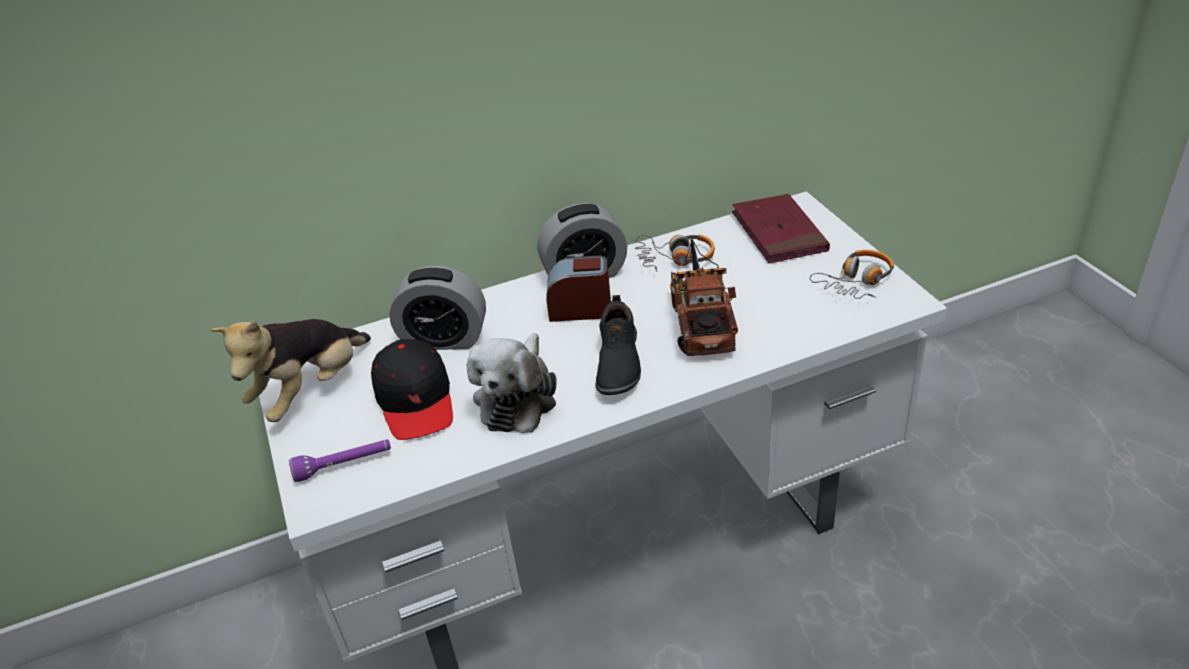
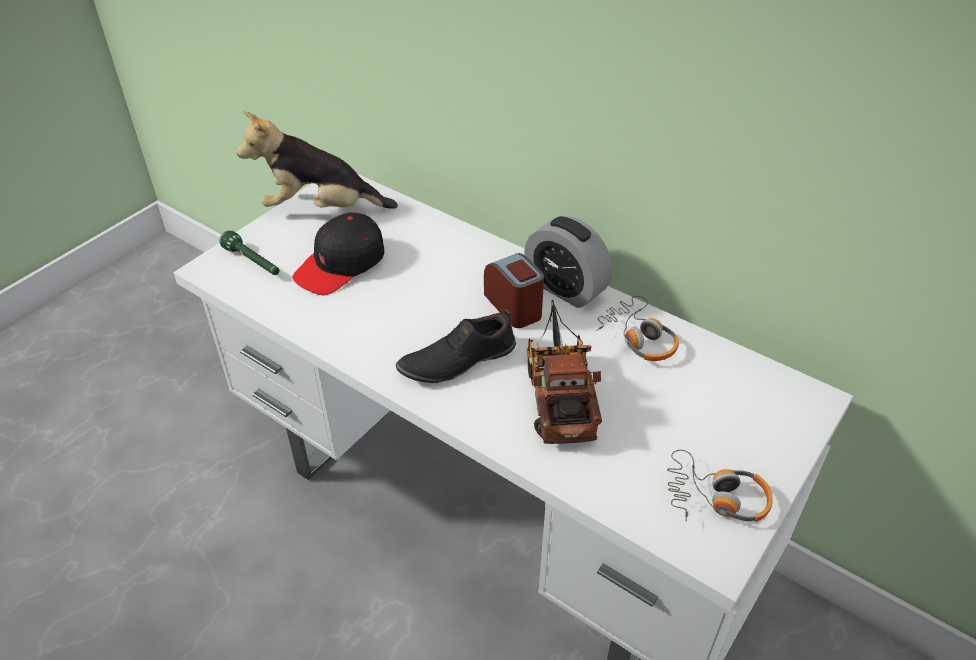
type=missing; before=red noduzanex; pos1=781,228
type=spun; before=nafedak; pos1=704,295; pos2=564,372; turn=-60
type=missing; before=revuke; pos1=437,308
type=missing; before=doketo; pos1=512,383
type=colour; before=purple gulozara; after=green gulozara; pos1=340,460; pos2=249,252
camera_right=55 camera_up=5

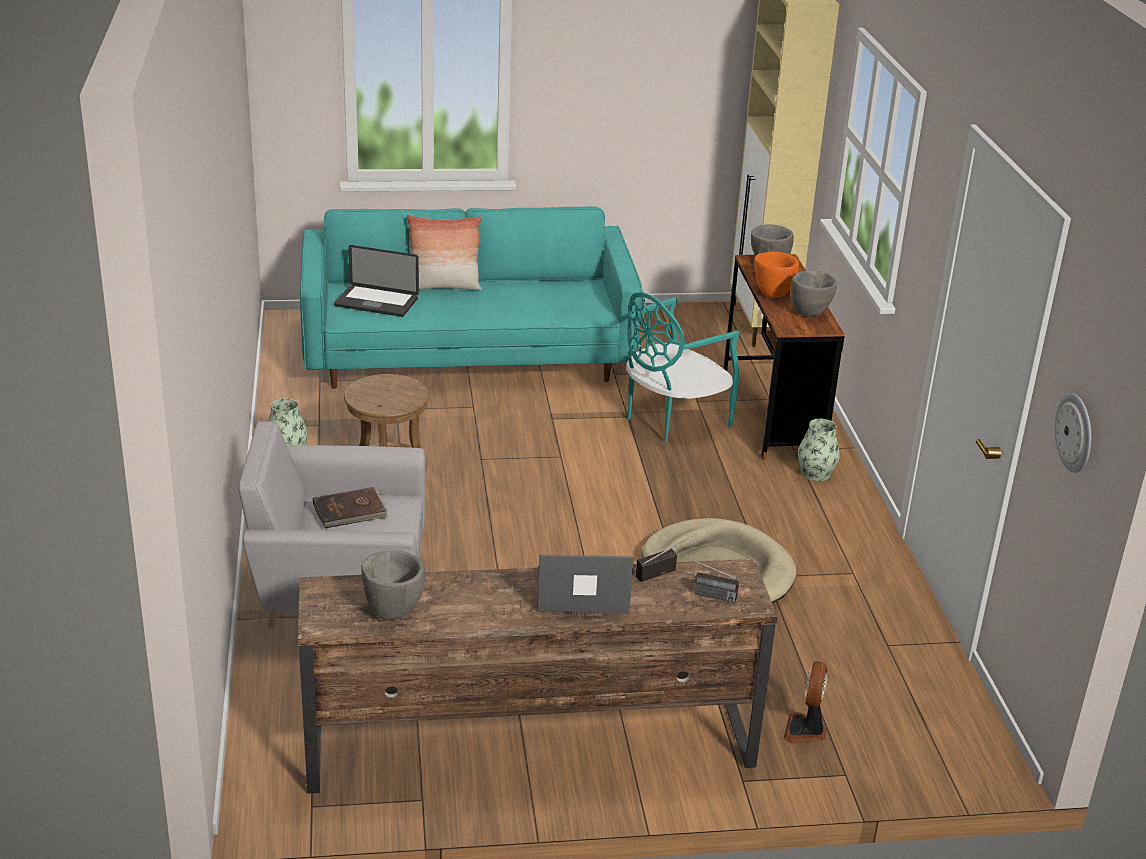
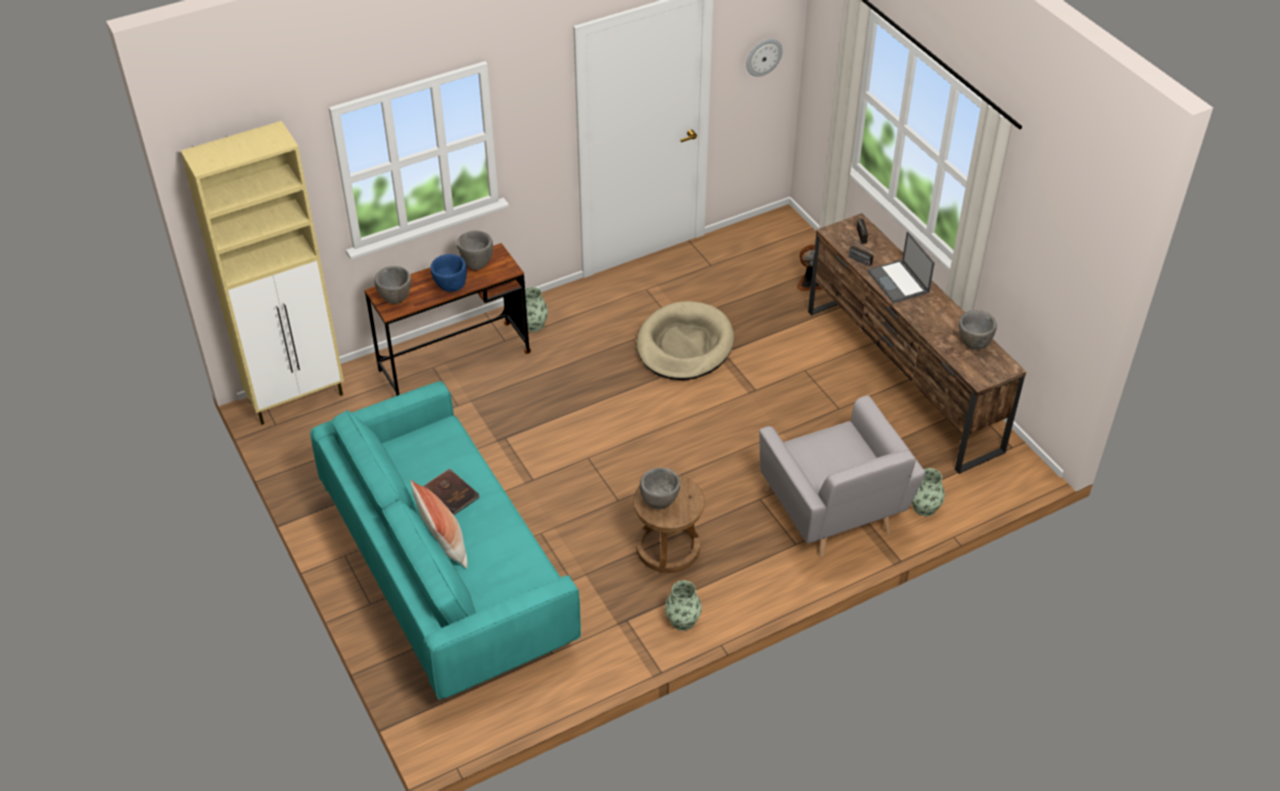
type=missing; before=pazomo; pos1=376,281
type=colour; before=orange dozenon; after=blue dozenon; pos1=776,275; pos2=448,273
type=missing; before=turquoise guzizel; pos1=682,367
type=relocated; before=brown noduzanex; pos1=350,507; pos2=451,491
type=appeared; after=grey dozenon; pos2=660,488
type=appeared; after=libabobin; pos2=928,492
camera_right=-110 camera_up=15

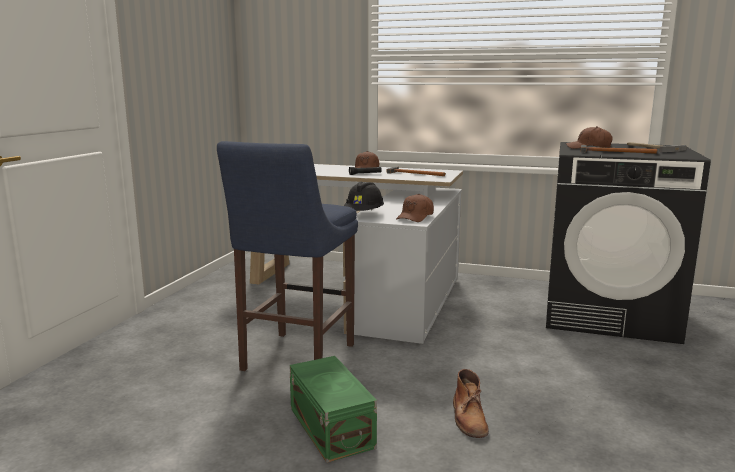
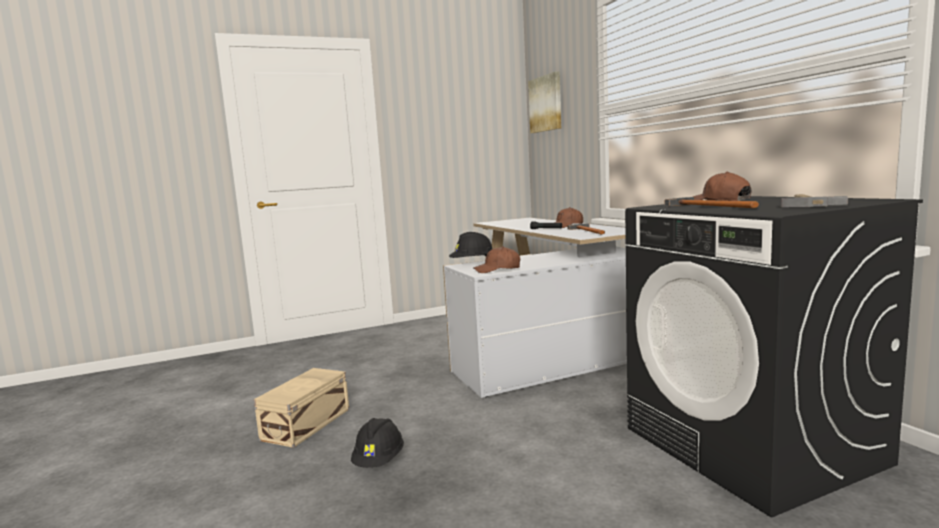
type=missing; before=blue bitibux; pos1=287,256
type=colour; before=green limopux; after=beige limopux; pos1=333,409; pos2=301,408
type=exchanged; before=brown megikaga; after=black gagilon; pos1=471,403; pos2=377,443
type=appeared; after=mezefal; pos2=544,102
camera_right=50 camera_up=-5

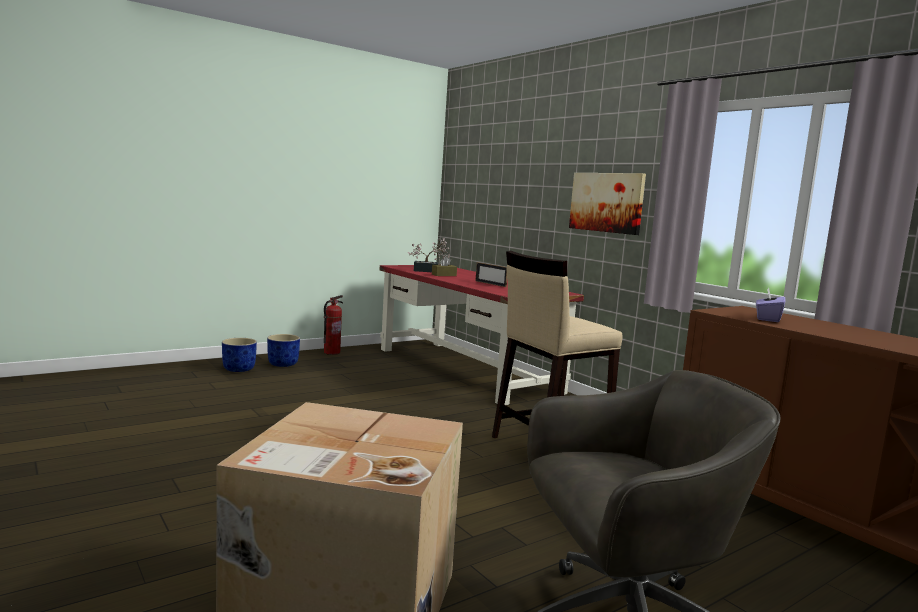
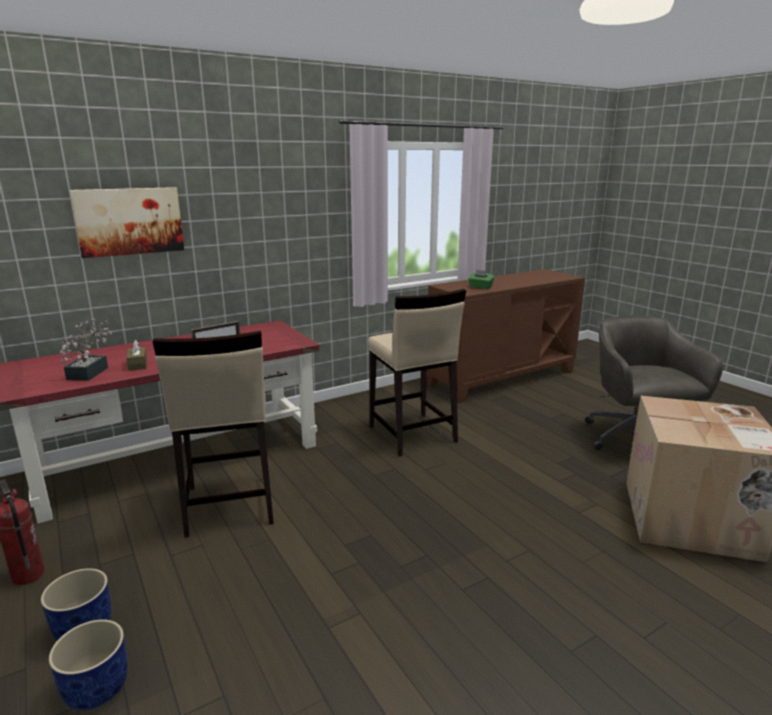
type=relocated; before=mezefal; pos1=607,204; pos2=126,222
type=colour; before=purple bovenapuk; after=green bovenapuk; pos1=771,305; pos2=481,279
type=appeared; after=beige bitibux; pos2=213,434
camera_right=-85 camera_up=10

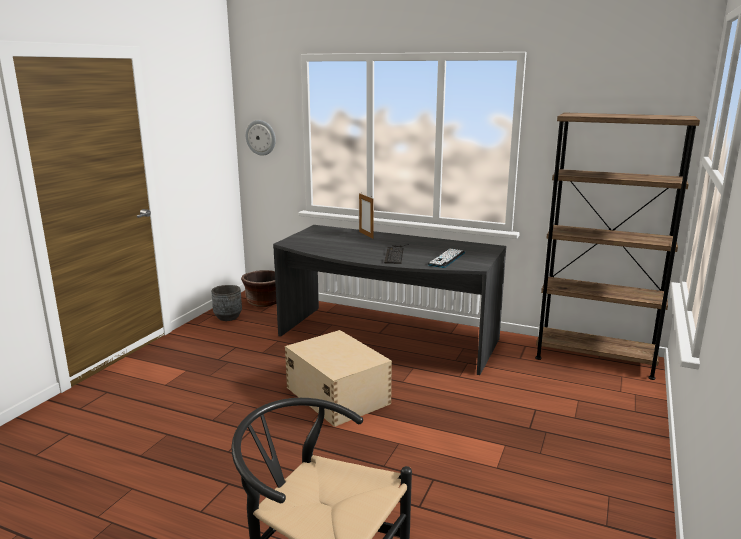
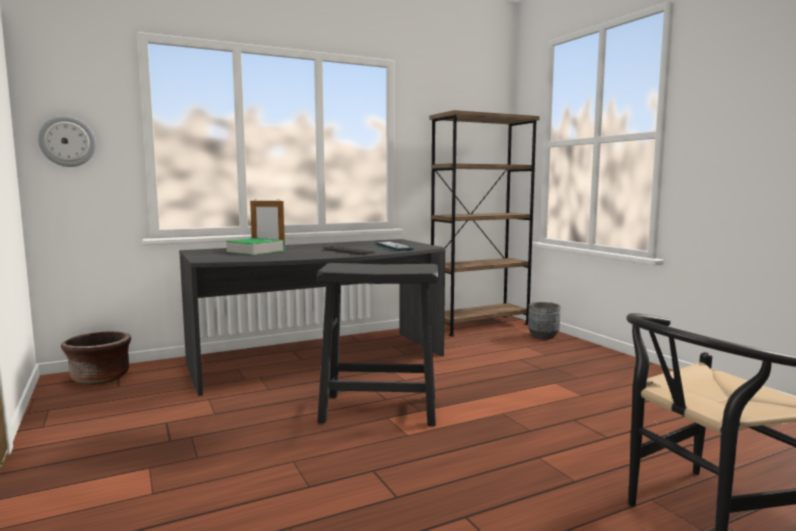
type=relocated; before=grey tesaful; pos1=226,303; pos2=544,320
type=exchanged; before=beige limopux; after=black bitibux; pos1=338,378; pos2=377,344
type=appeared; after=noduzanex; pos2=255,246
camera_right=-50 camera_up=-10

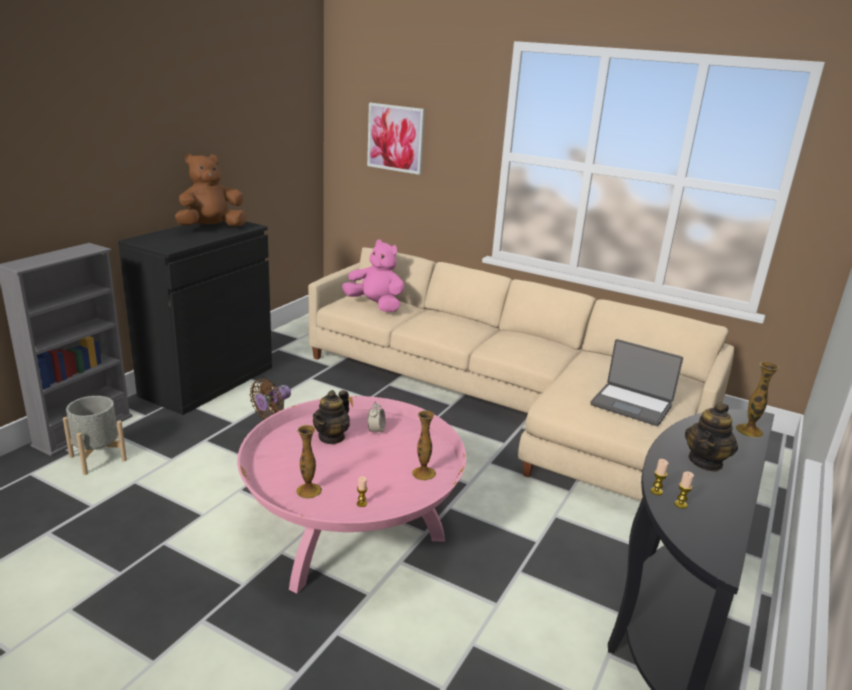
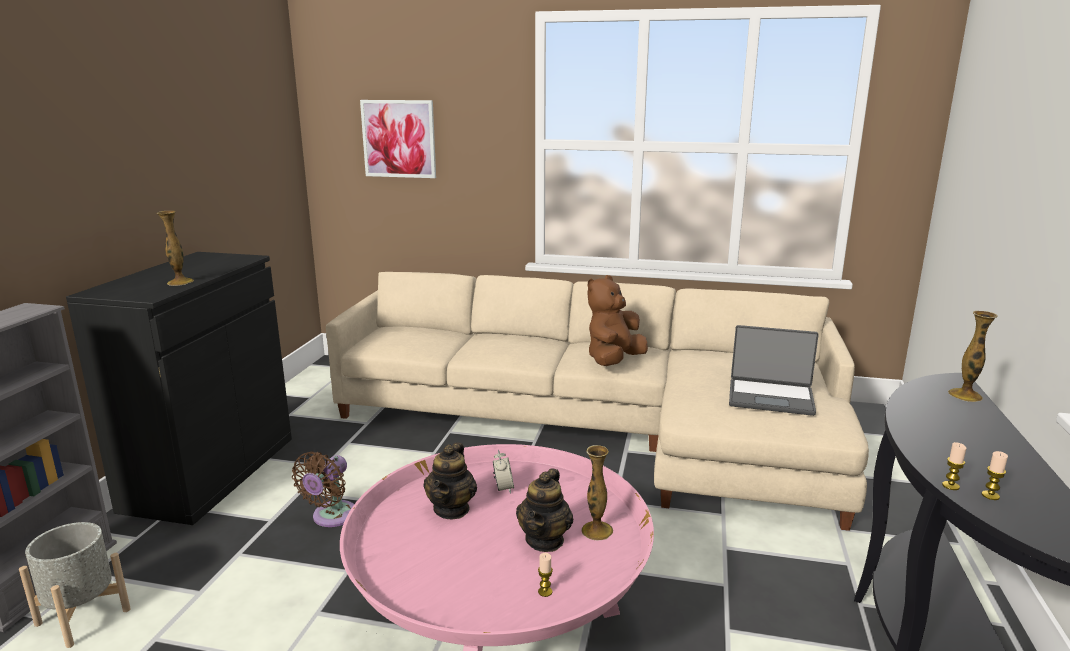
type=relocated; before=brown doketo; pos1=211,190; pos2=617,320
type=missing; before=pink doketo; pos1=373,276
type=relocated; before=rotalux; pos1=711,437; pos2=544,510
type=relocated; before=libabobin; pos1=309,462; pos2=175,248
camera_right=-15 camera_up=-5

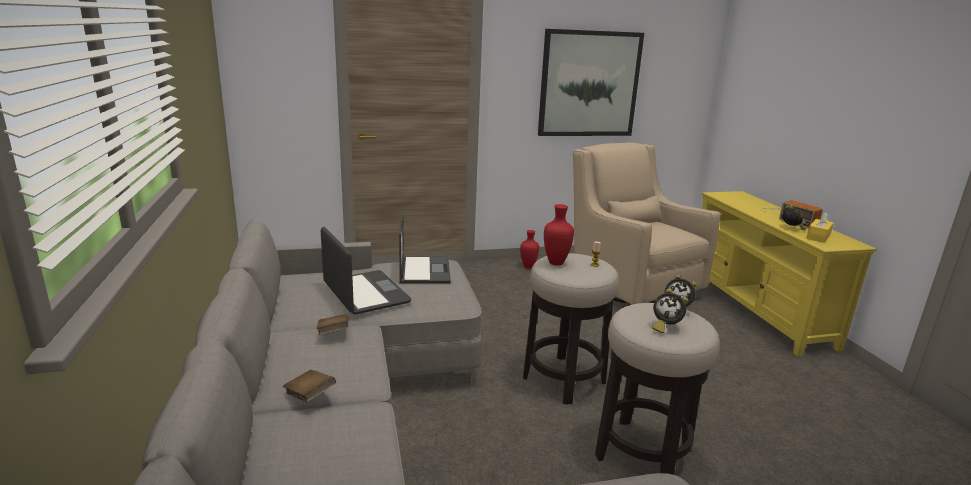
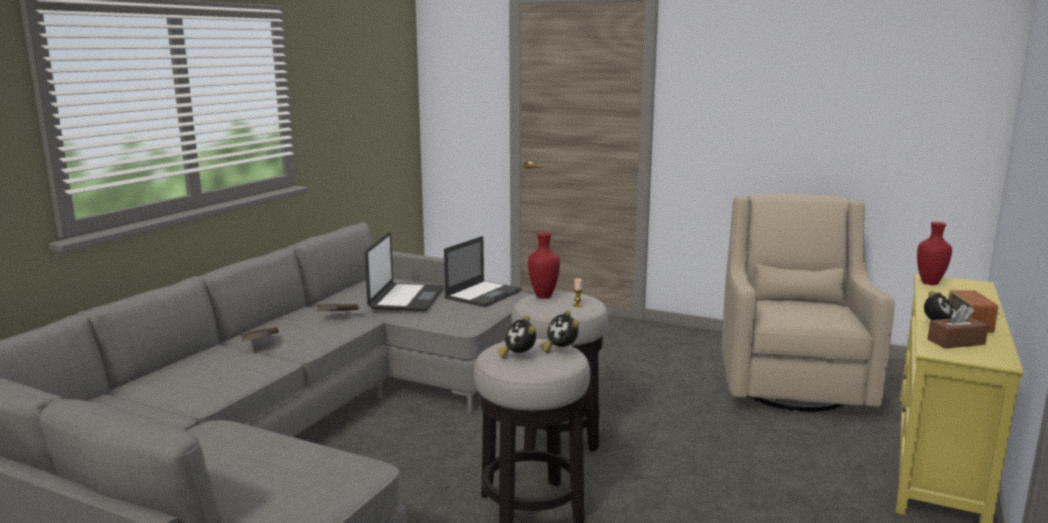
type=missing; before=mezefal; pos1=591,82
type=colour; before=yellow bovenapuk; after=brown bovenapuk; pos1=820,227; pos2=958,326
type=relocated; before=red libabobin; pos1=529,249; pos2=934,253
camera_right=40 camera_up=-5

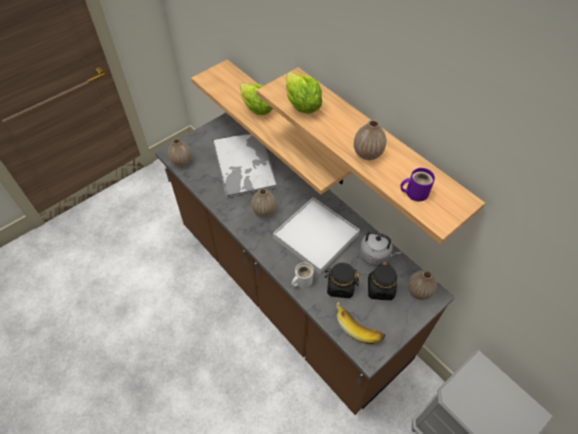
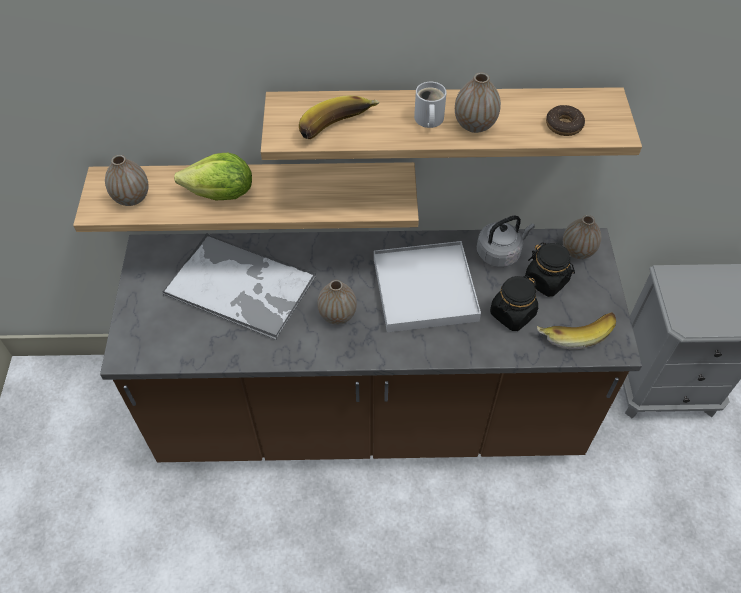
type=exchanged; before=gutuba; after=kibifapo; pos1=304,93; pos2=339,117
type=relocated; before=libabobin; pos1=180,153; pos2=127,180
type=exchanged; before=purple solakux; after=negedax; pos1=417,184; pos2=565,120
type=relocated; before=white solakux; pos1=302,275; pos2=430,105
camera_right=-50 camera_up=0

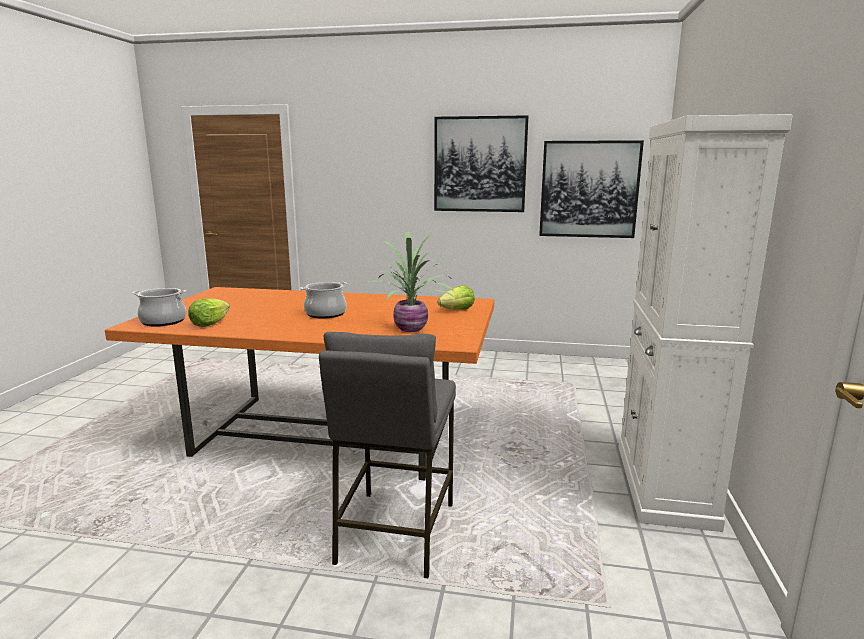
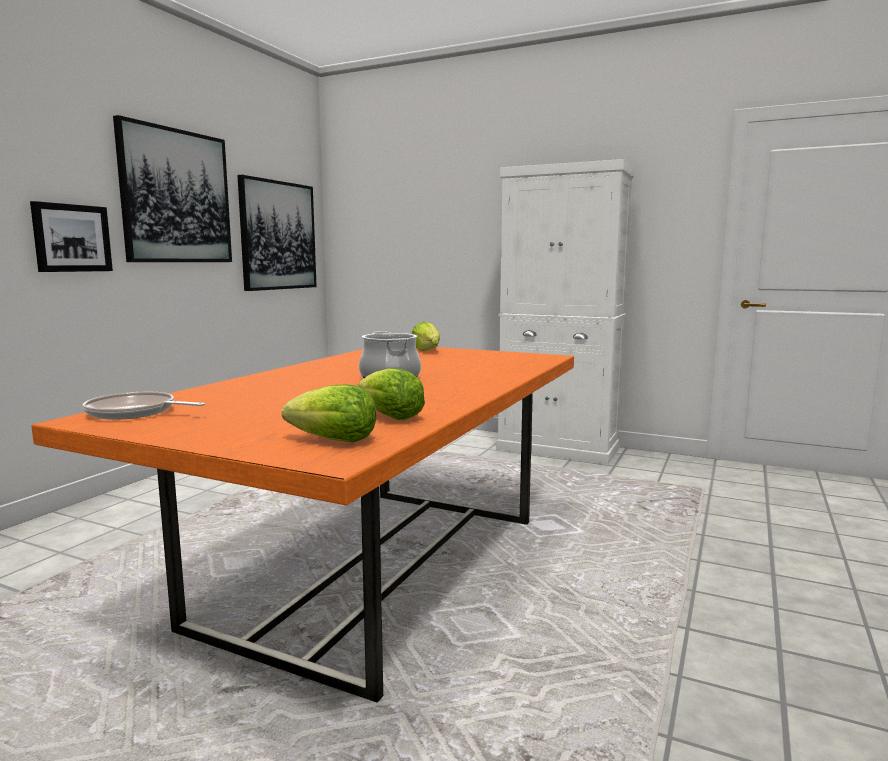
type=missing; before=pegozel; pos1=409,281
type=exchanged; before=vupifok; after=gutuba; pos1=159,307; pos2=329,413
type=missing; before=grey bitibux; pos1=387,455
type=appeared; after=mezefal; pos2=71,236
type=appeared; after=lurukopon; pos2=143,406
camera_right=-75 camera_up=-5

